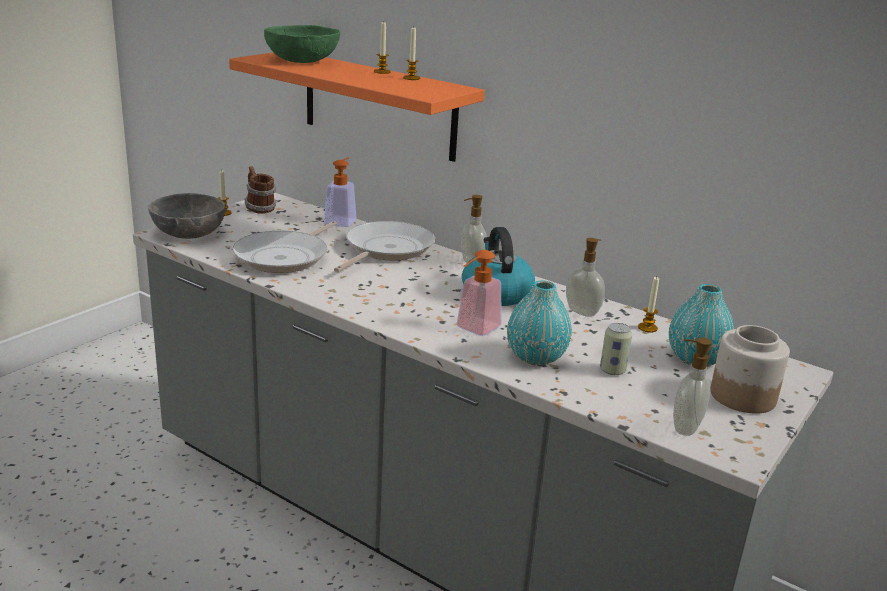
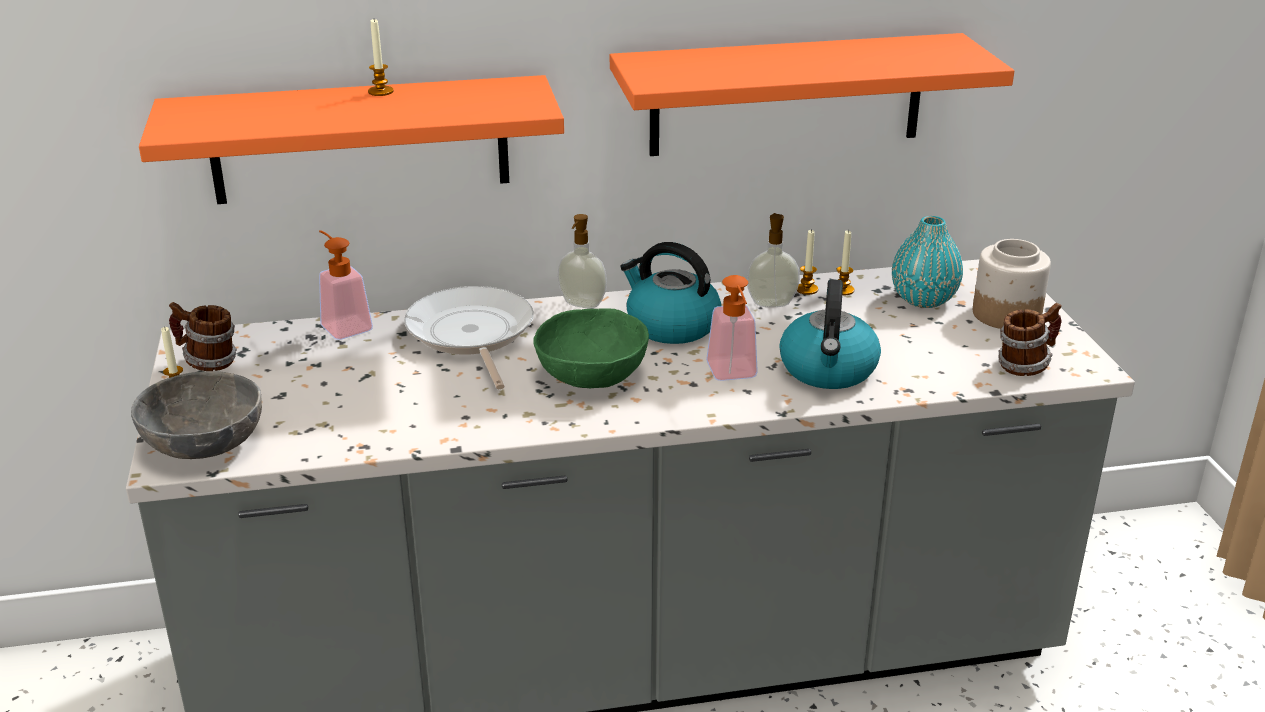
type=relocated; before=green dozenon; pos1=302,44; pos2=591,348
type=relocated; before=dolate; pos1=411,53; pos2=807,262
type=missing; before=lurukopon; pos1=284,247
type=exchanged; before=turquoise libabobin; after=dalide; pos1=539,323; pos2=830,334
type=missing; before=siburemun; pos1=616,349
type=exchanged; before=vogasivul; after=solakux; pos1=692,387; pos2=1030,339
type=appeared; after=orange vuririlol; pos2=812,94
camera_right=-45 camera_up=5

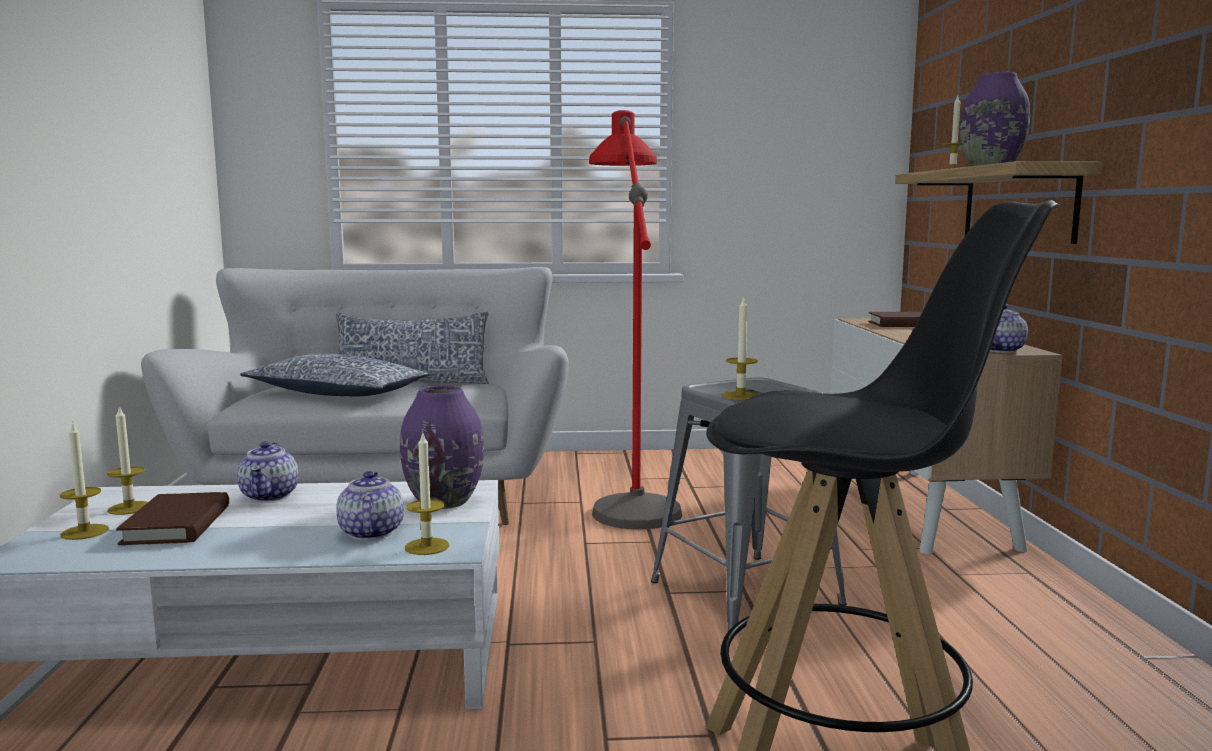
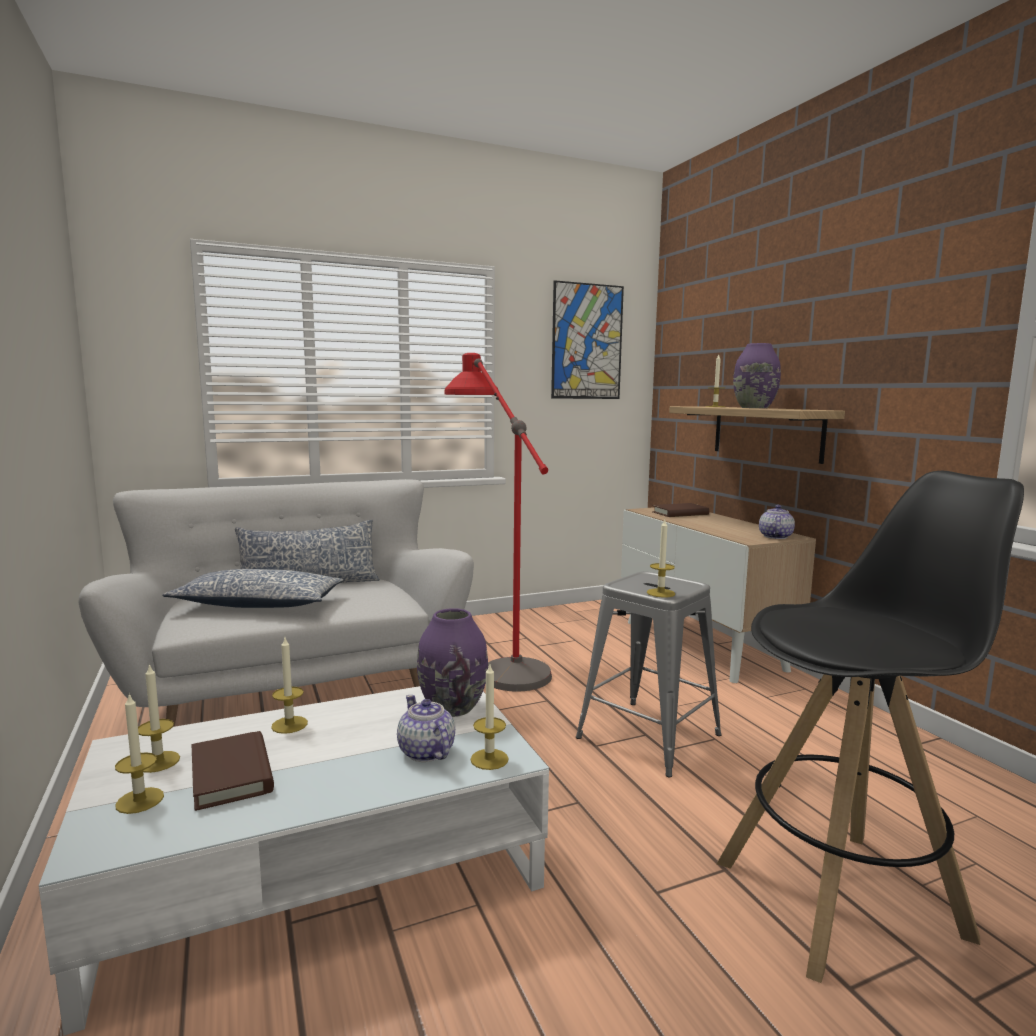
type=exchanged; before=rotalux; after=dolate; pos1=268,471; pos2=289,686
type=appeared; after=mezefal; pos2=587,339
camera_right=-20 camera_up=0

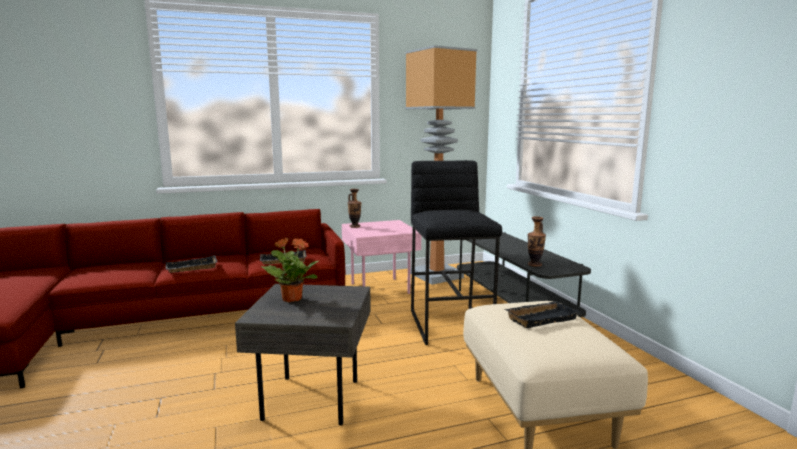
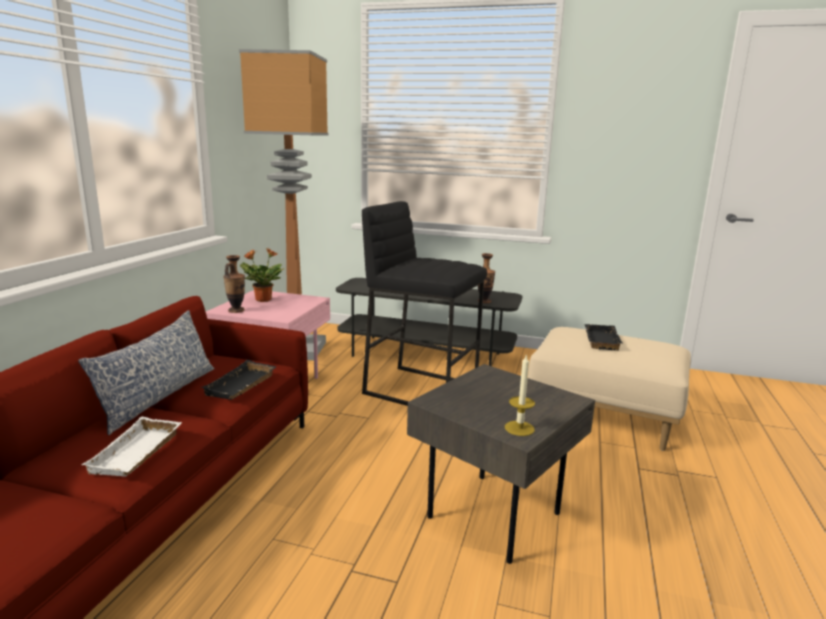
type=relocated; before=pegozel; pos1=290,270; pos2=262,275
type=colour; before=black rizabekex; after=white rizabekex; pos1=191,264; pos2=131,447
type=appeared; after=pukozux; pos2=146,372
type=appeared; after=dolate; pos2=520,395
camera_right=-55 camera_up=5

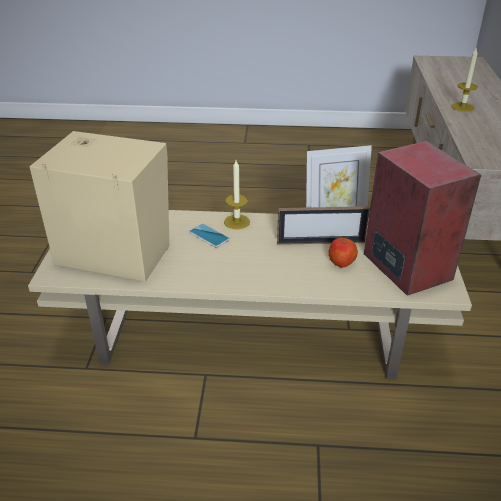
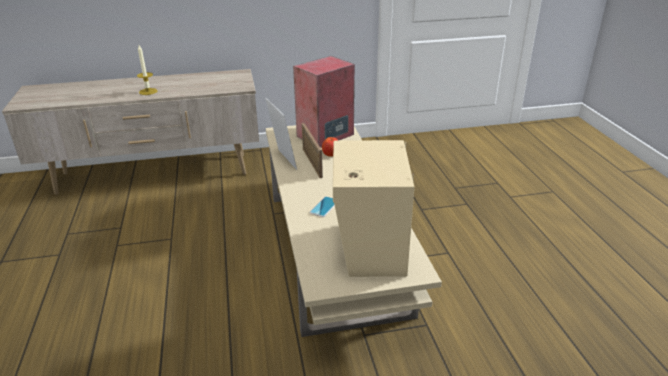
type=missing; before=dolate; pos1=237,194
camera_right=-105 camera_up=-5

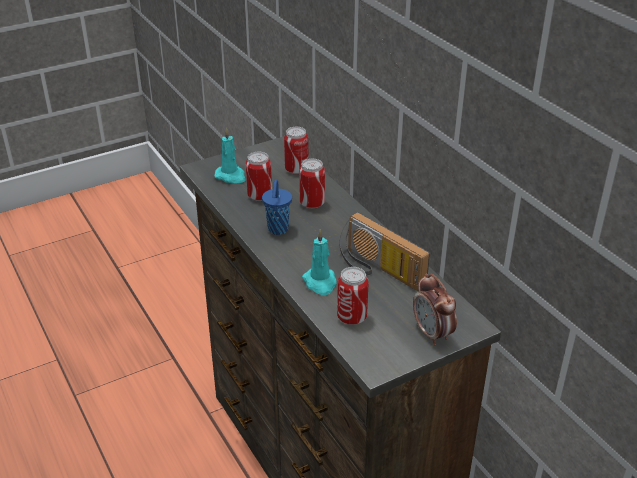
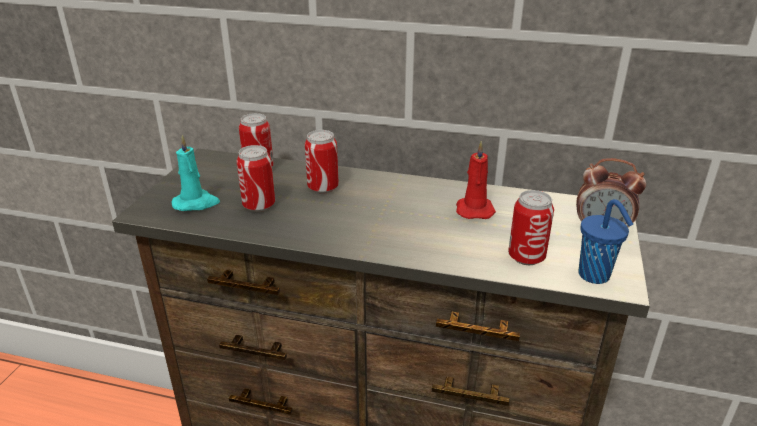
type=relocated; before=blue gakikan; pos1=277,207; pos2=605,241
type=exchanged; before=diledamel; after=red dolate; pos1=384,251; pos2=476,180
type=missing; before=turquoise dolate; pos1=319,262
camera_right=-45 camera_up=-5

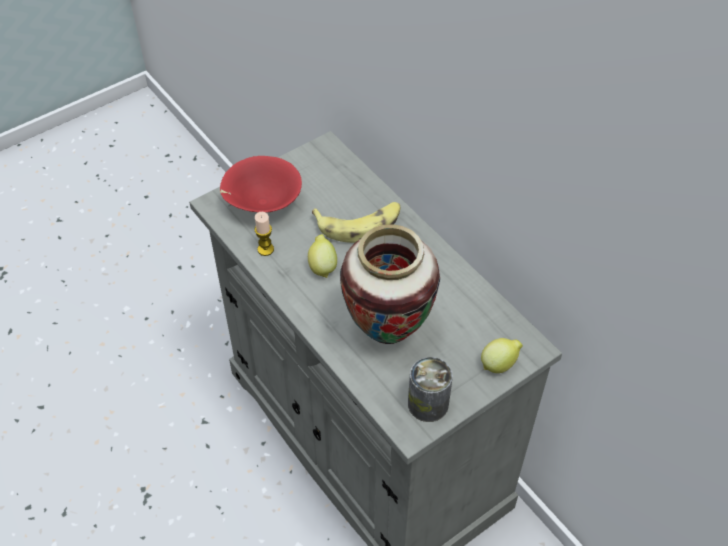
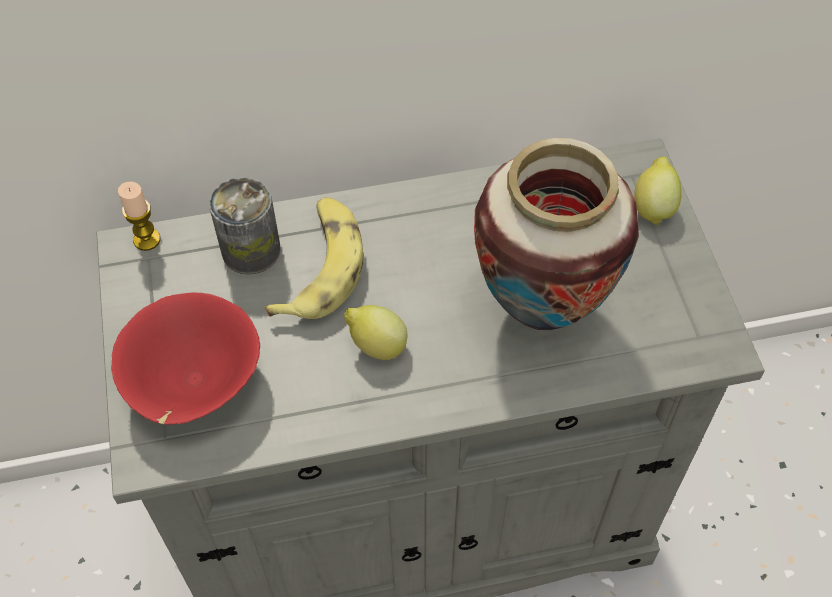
type=relocated; before=dolate; pos1=264,234; pos2=139,216
type=relocated; before=siburemun; pos1=430,389; pos2=245,225
camera_right=-65 camera_up=5

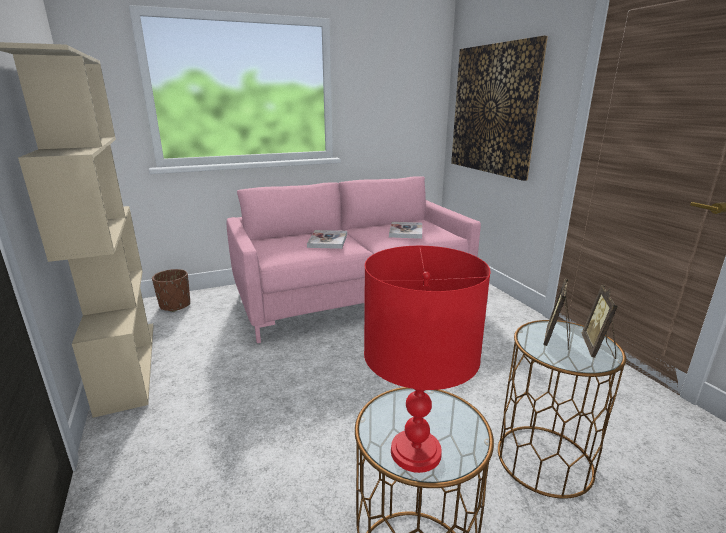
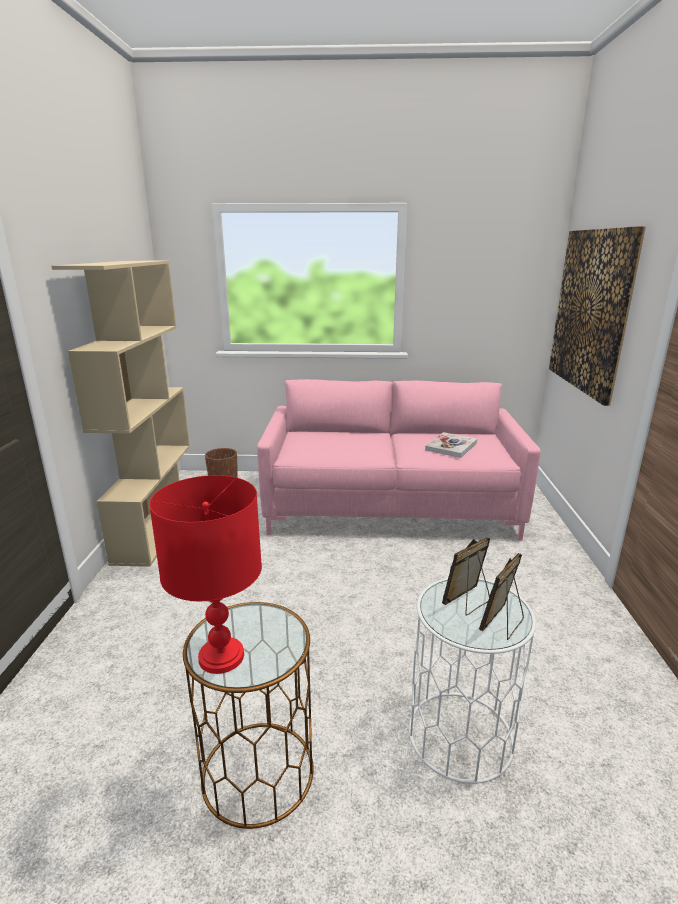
type=missing; before=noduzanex; pos1=327,239
type=colour; before=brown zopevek; after=white zopevek; pos1=562,409; pos2=472,681
camera_right=25 camera_up=0

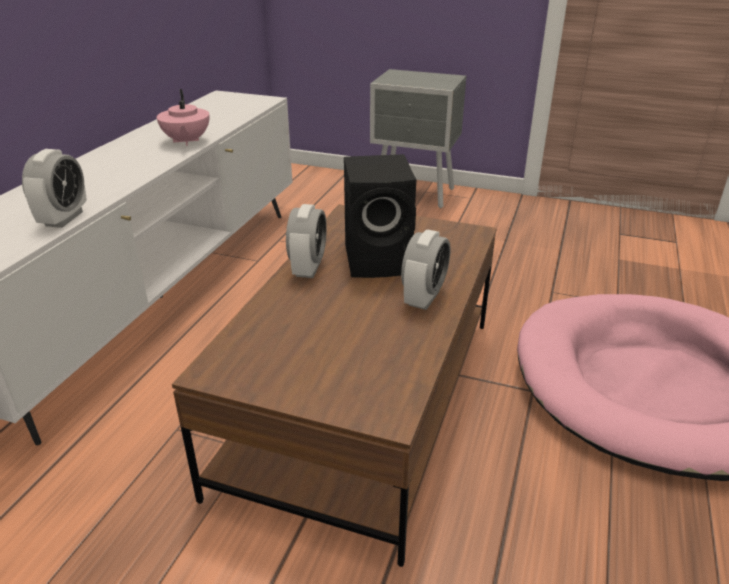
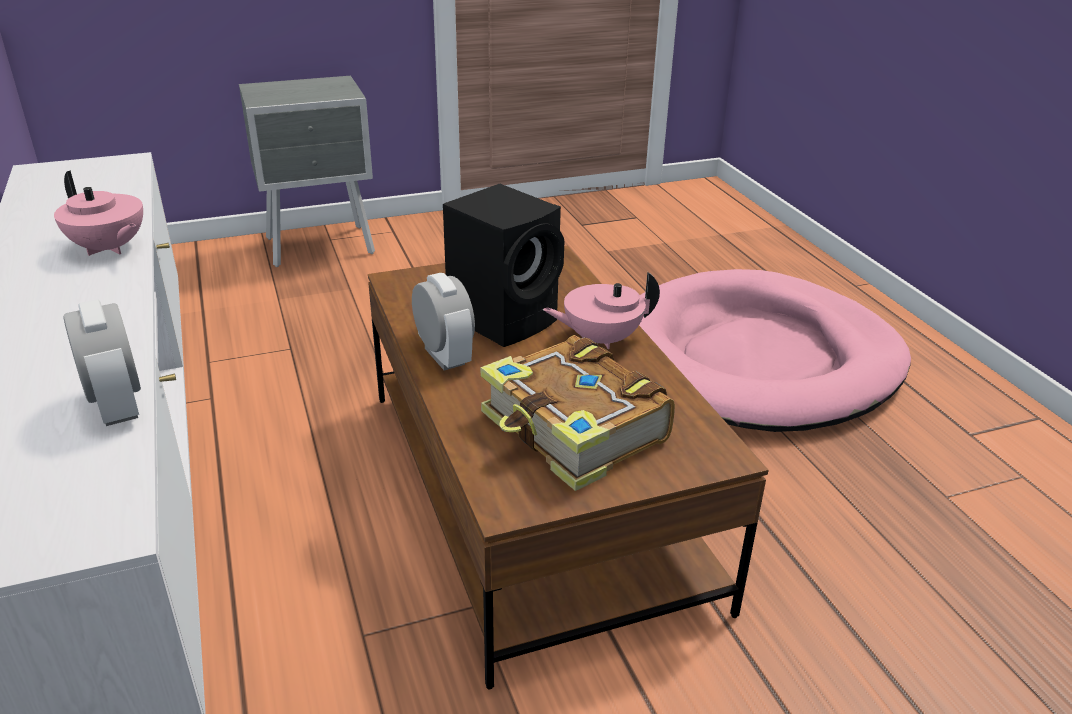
type=exchanged; before=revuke; after=pink rotalux; pos1=426,270; pos2=601,310
type=appeared; after=noduzanex; pos2=578,413
camera_right=-40 camera_up=0

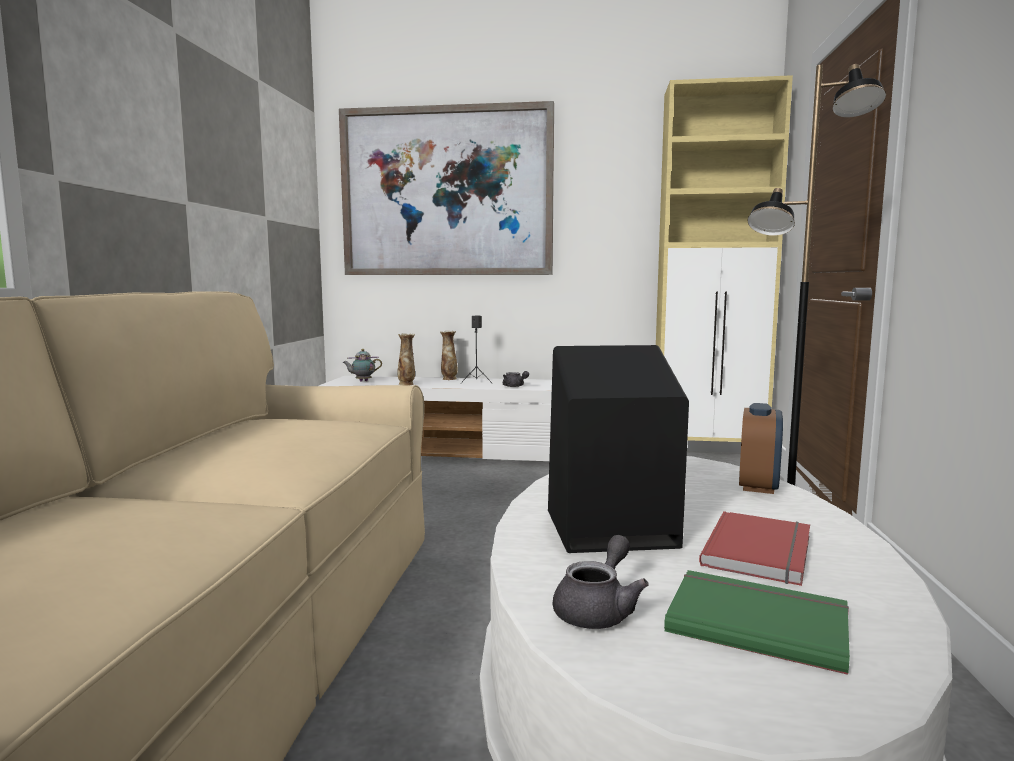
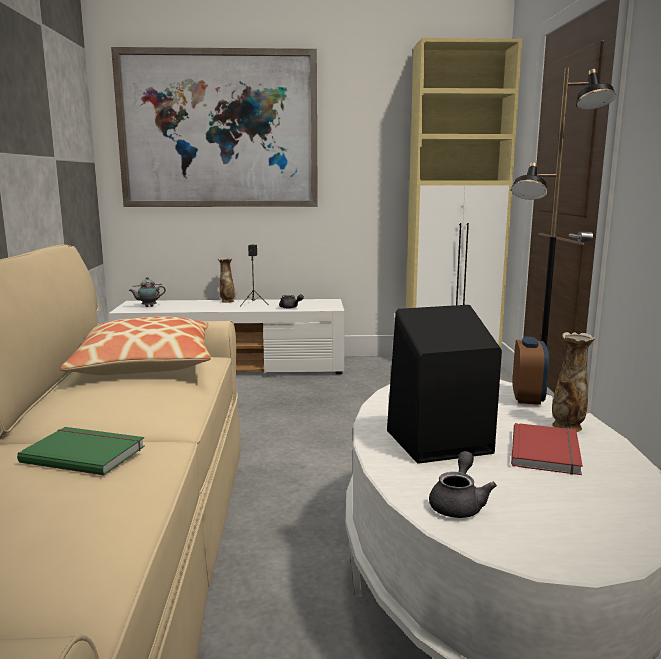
type=relocated; before=libabobin; pos1=406,359; pos2=573,382
type=relocated; before=green noduzanex; pos1=757,622; pos2=81,451
type=appeared; after=pukozux; pos2=135,345
camera_right=-10 camera_up=5

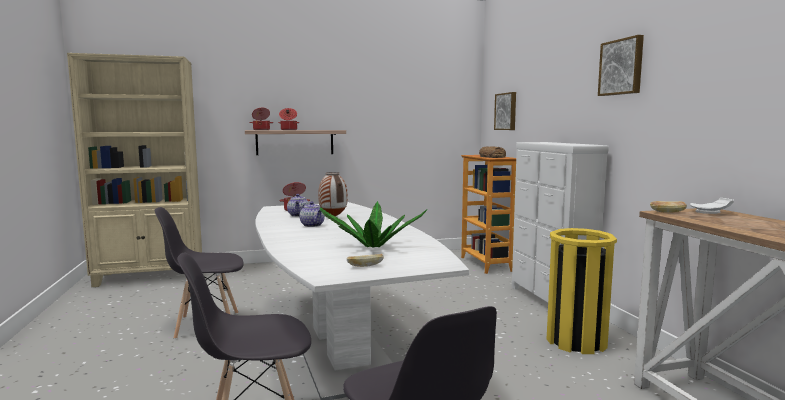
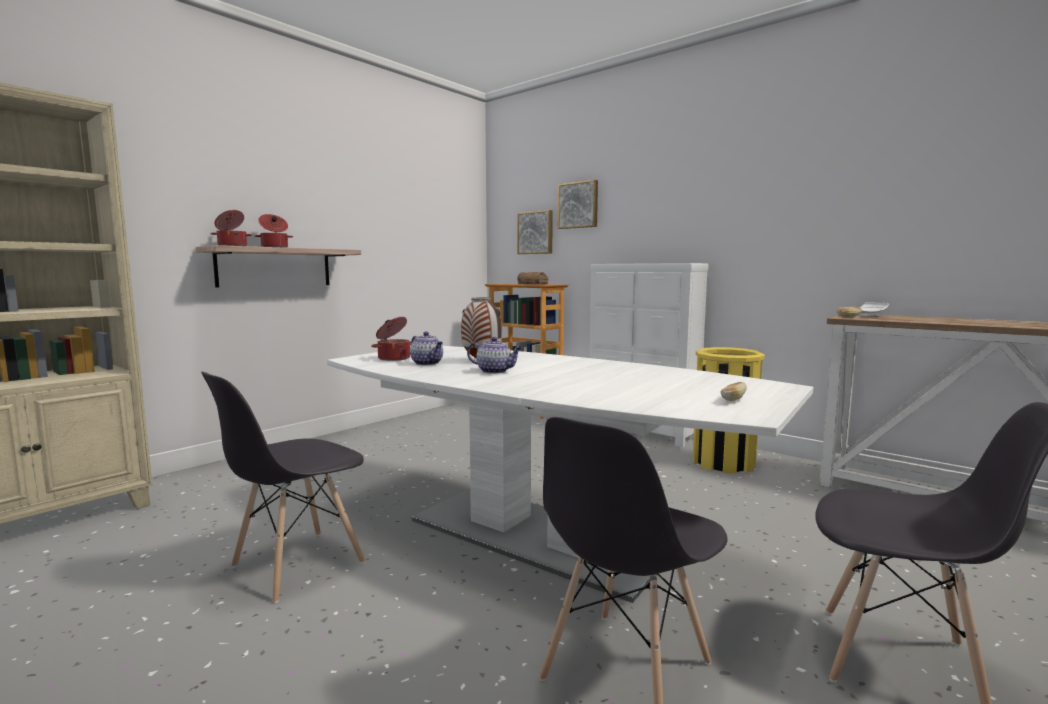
type=relocated; before=mezefal; pos1=621,65; pos2=578,204
type=missing; before=pegozel; pos1=373,224
camera_right=-35 camera_up=0

